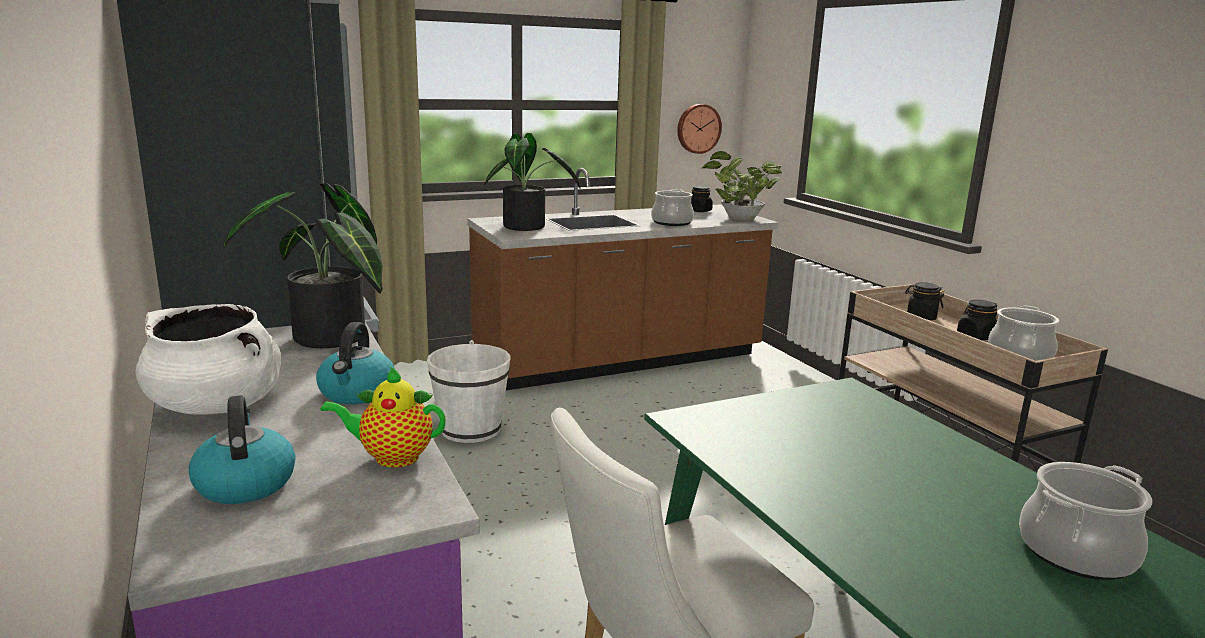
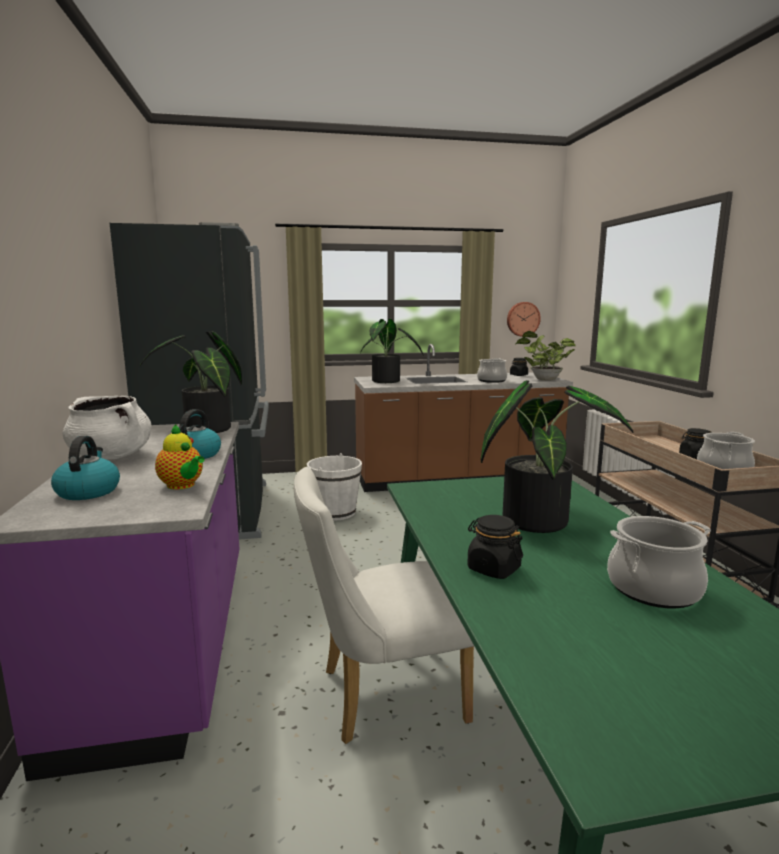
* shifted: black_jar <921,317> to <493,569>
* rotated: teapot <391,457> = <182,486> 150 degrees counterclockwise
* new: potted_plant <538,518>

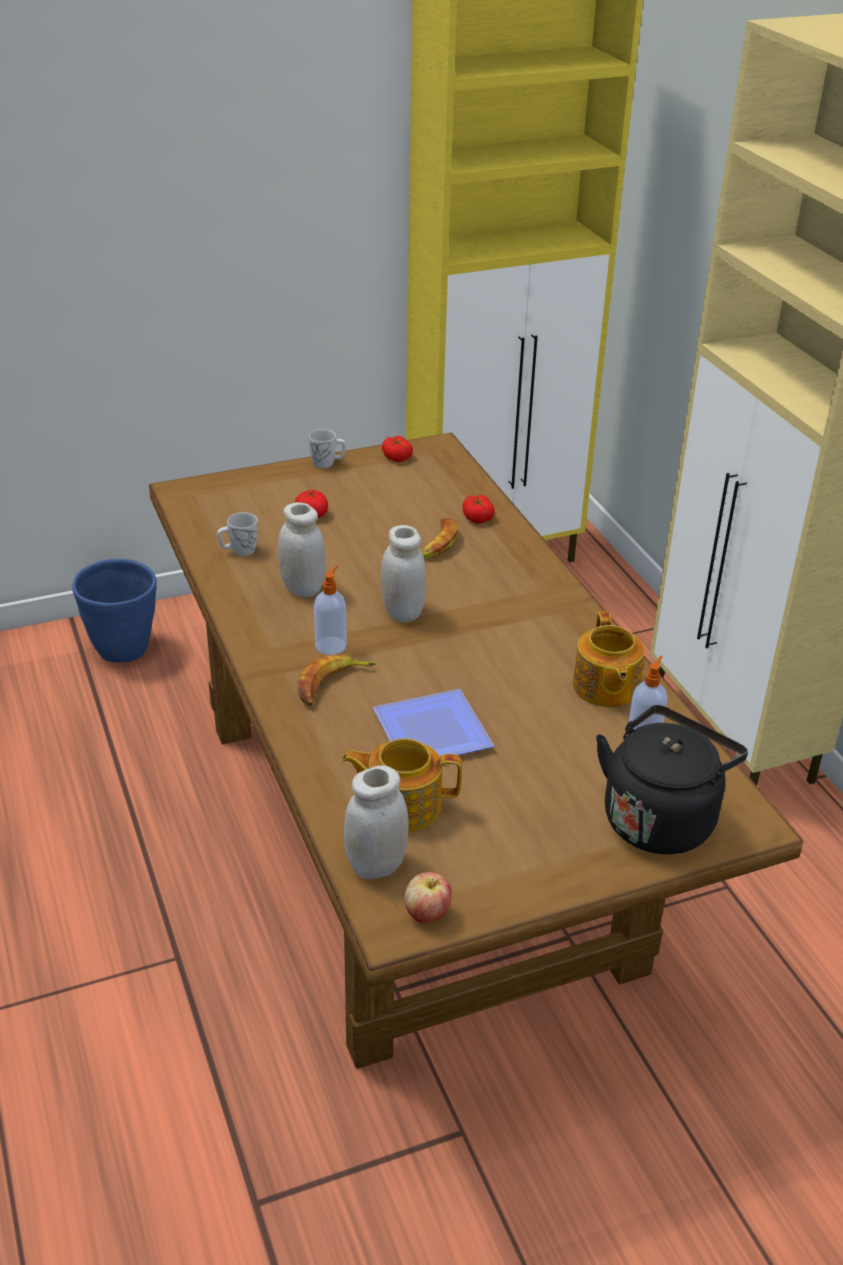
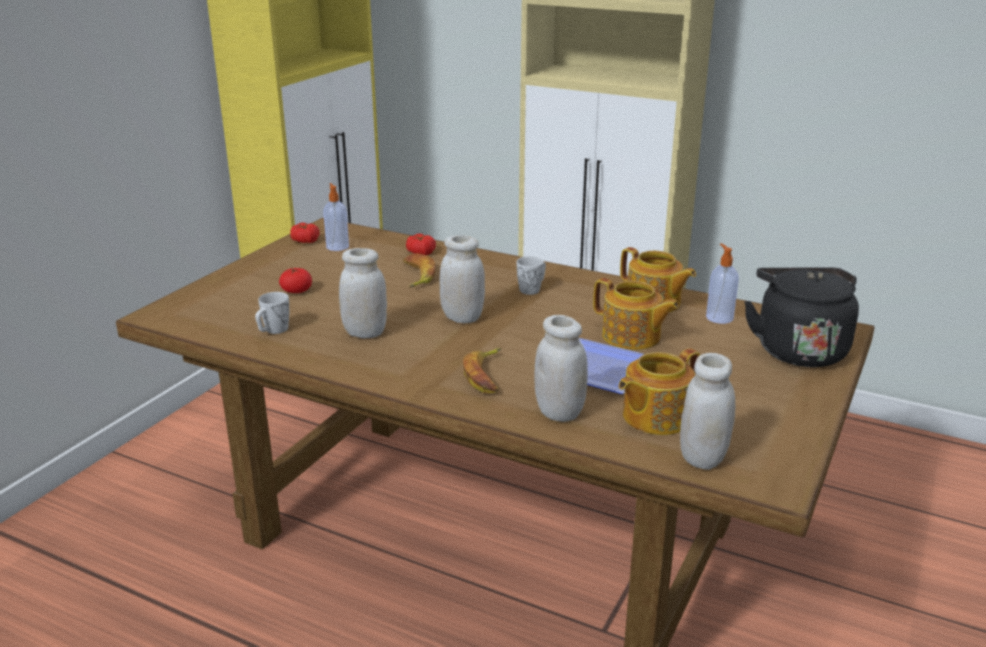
* shifted: white_mug <327,463> to <532,289>
* gone: blue_planter <124,651>
* shifted: soap_dispenser <331,645> to <337,246>
* gone: apple <427,914>
* new: teapot <632,337>
* new: white_jar <559,412>

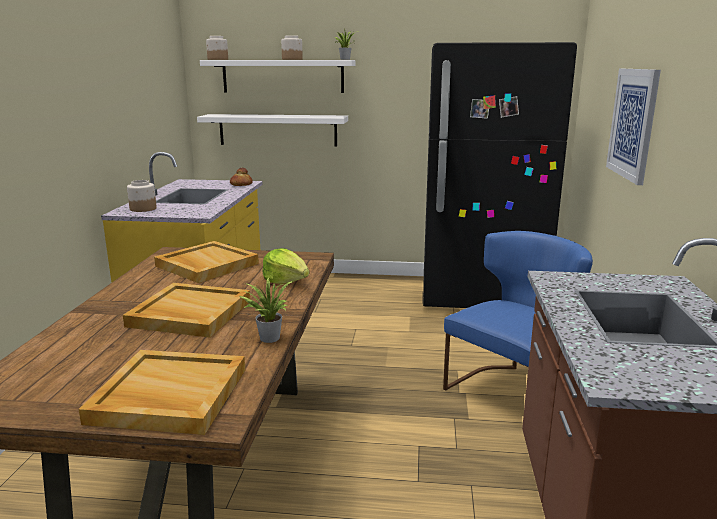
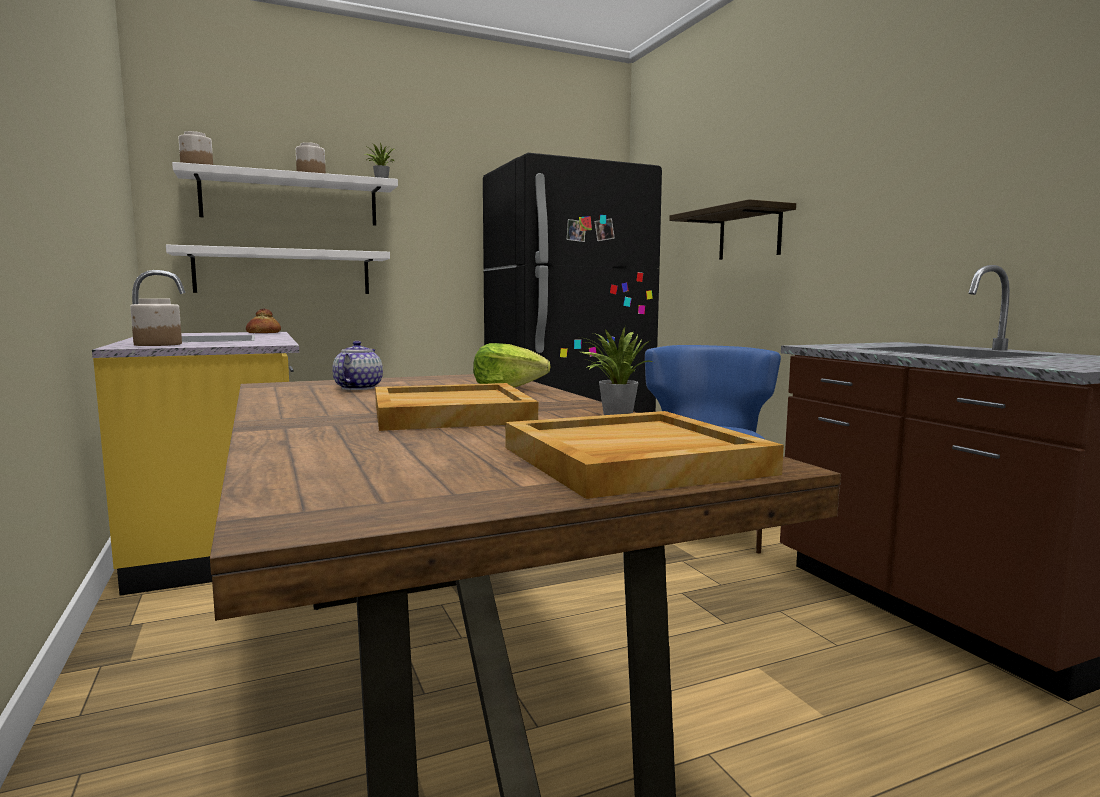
* swapped: picture <633,123> to shelf <749,234>
* swapped: beige_tray <206,265> to teapot <357,388>

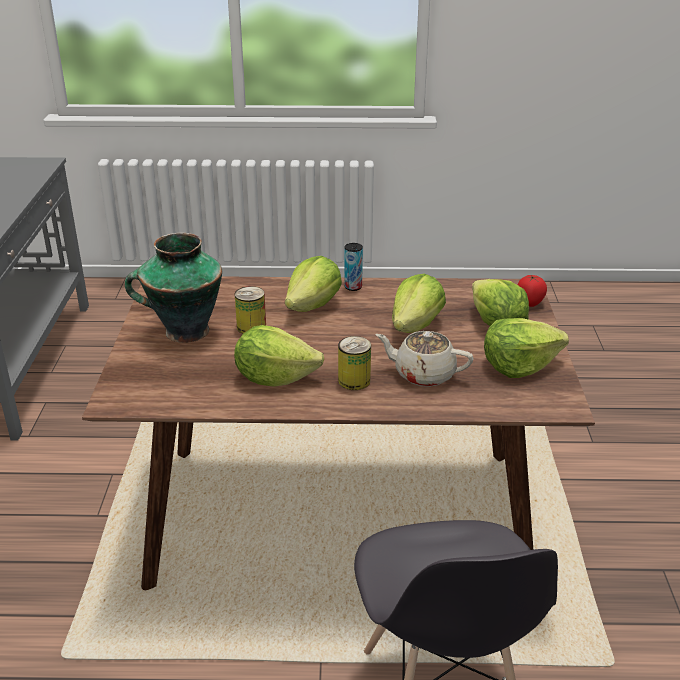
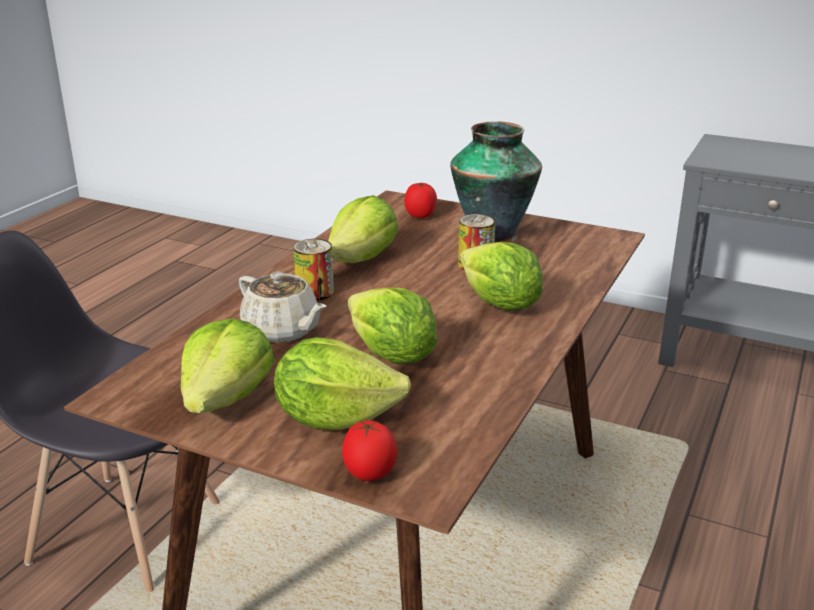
* gone: can <353,287>
* rotated: beige_teapot <423,374> = <282,330> 90 degrees clockwise
* new: tomato <420,215>

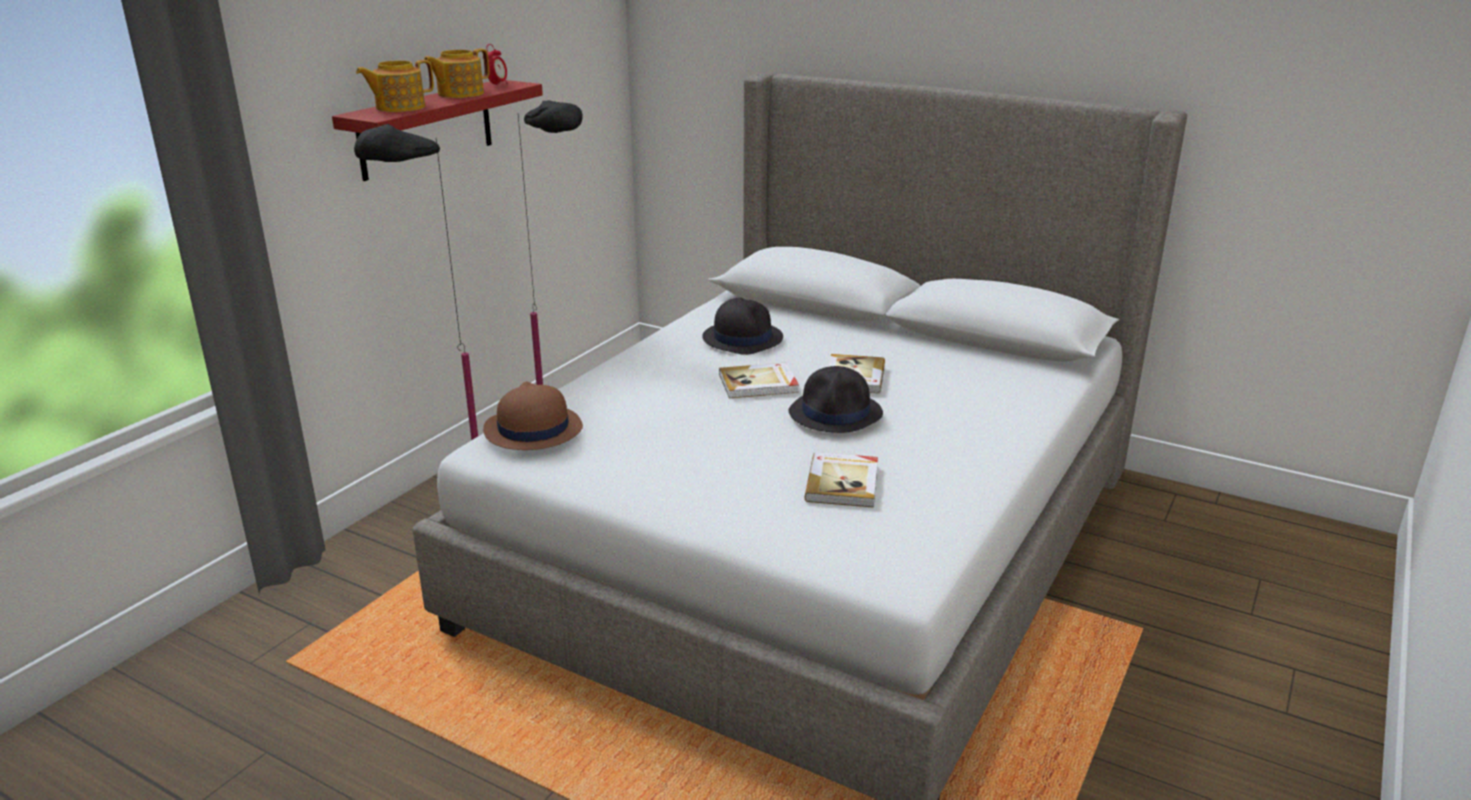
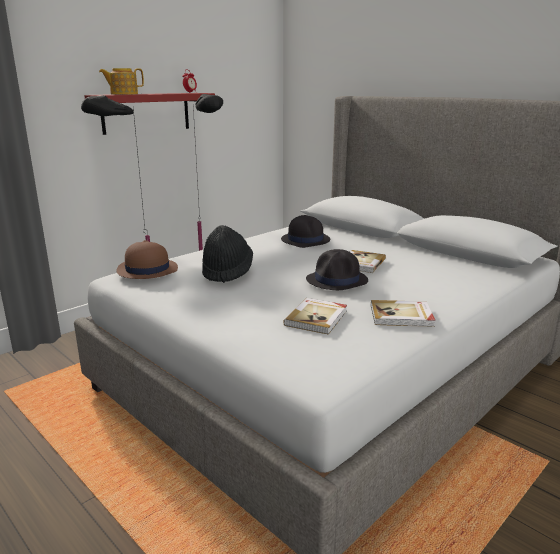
* gone: teapot <459,94>
* shifted: book <759,384> to <401,316>
* new: black_hat <227,272>

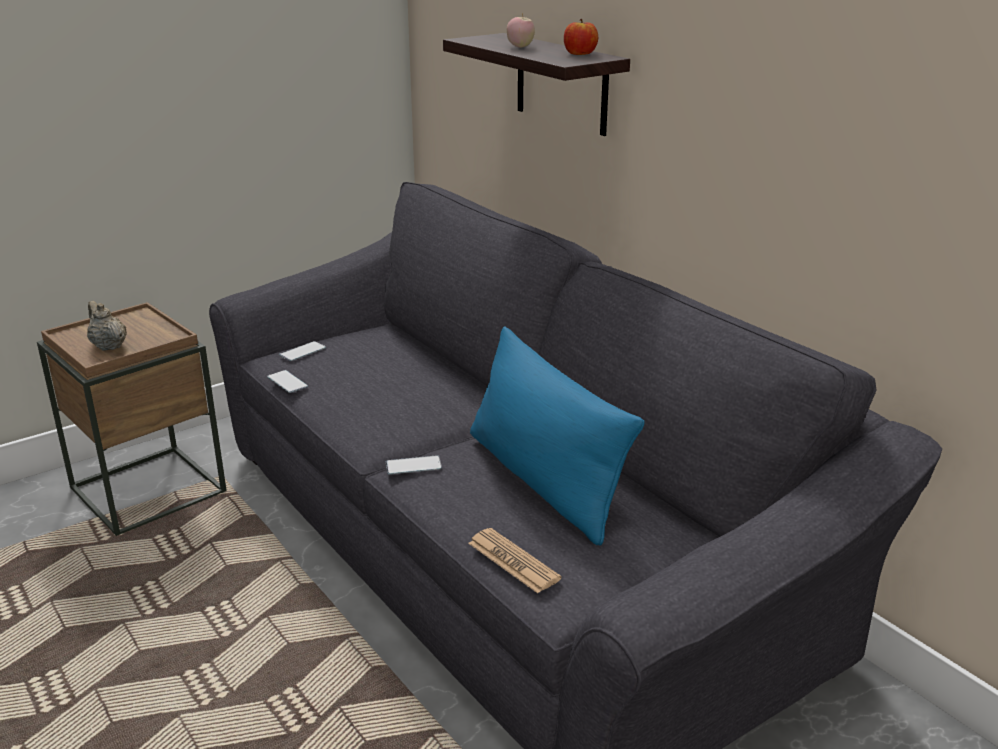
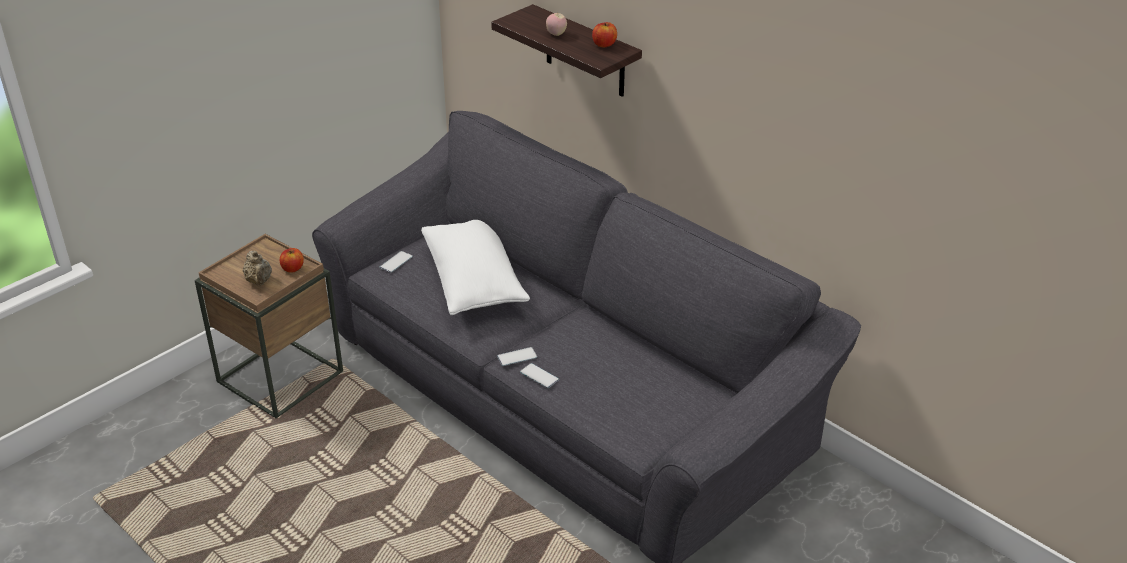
* rotated: beige_teapot <108,346> = <259,281> 150 degrees counterclockwise
* gone: blue_pillow <543,481>
* shifted: phone <287,382> to <539,376>
* gone: newspaper <513,561>
* new: white_pillow <474,281>
* new: apple <292,268>

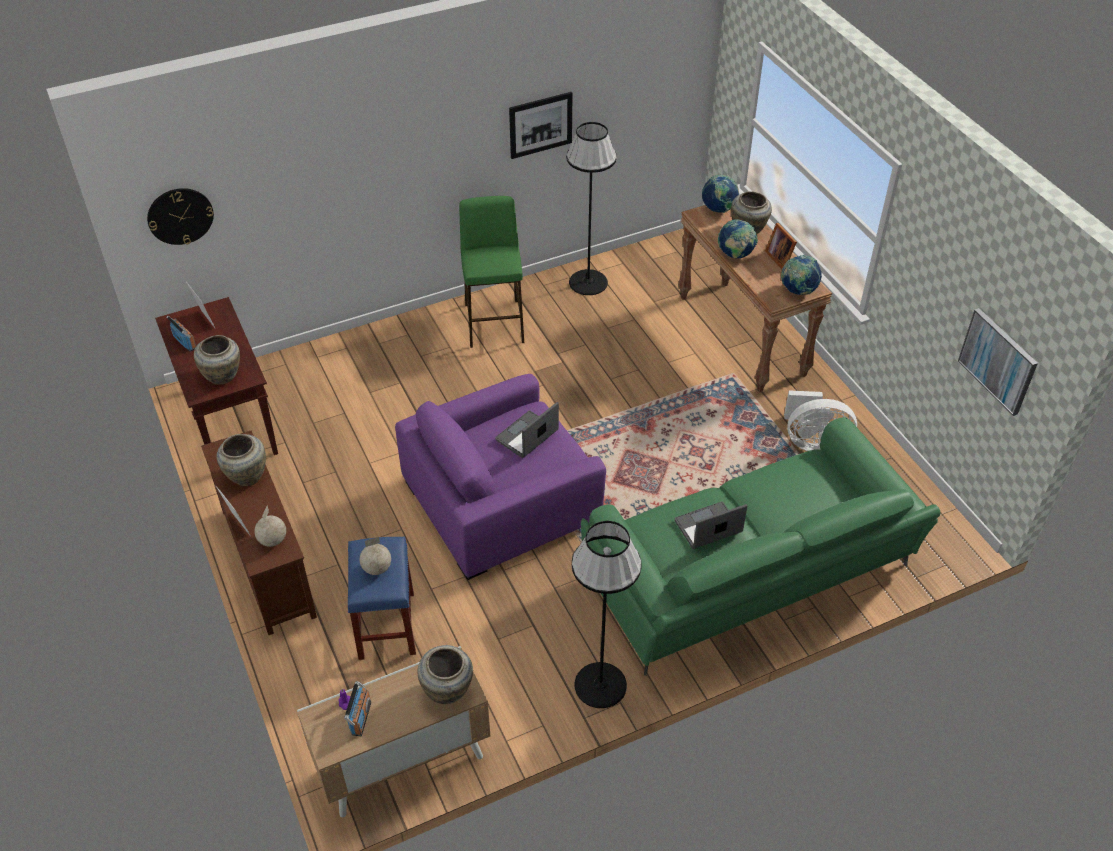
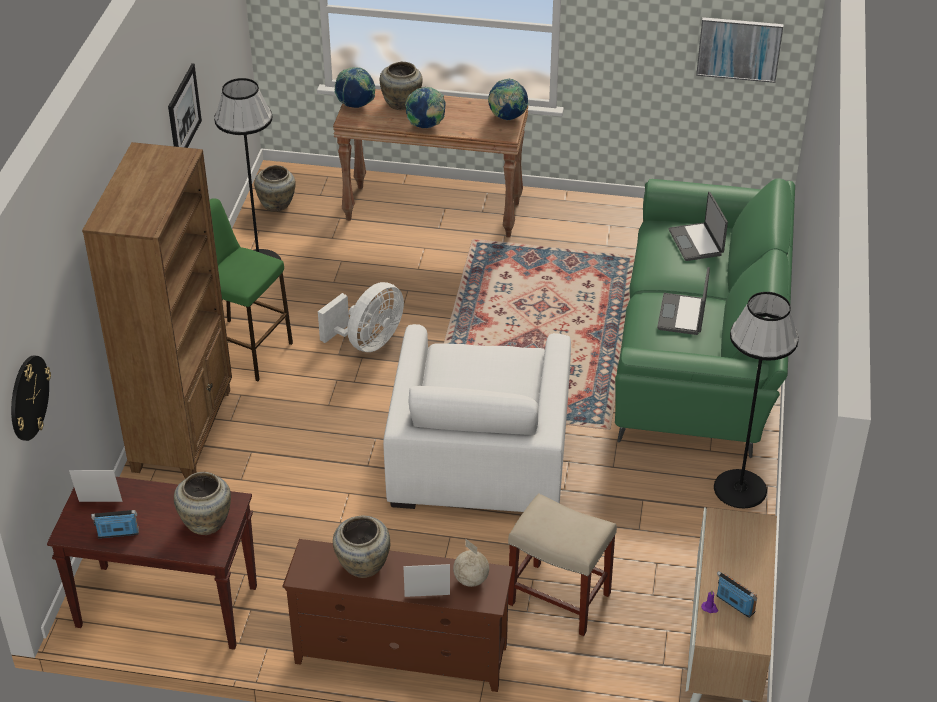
* gone: picture_frame <780,258>
* repainted: purple_armchair <502,500> to white_armchair <479,451>
* shifted: white_fan <813,442> to <368,342>
* shifted: laptop <527,436> to <696,242>
* repainted: blue_stool <386,624> to beige_stool <557,598>
* gone: globe <376,568>
* shifted: beige_vase <448,691> to <277,205>
* new: brown_bookcase <183,429>

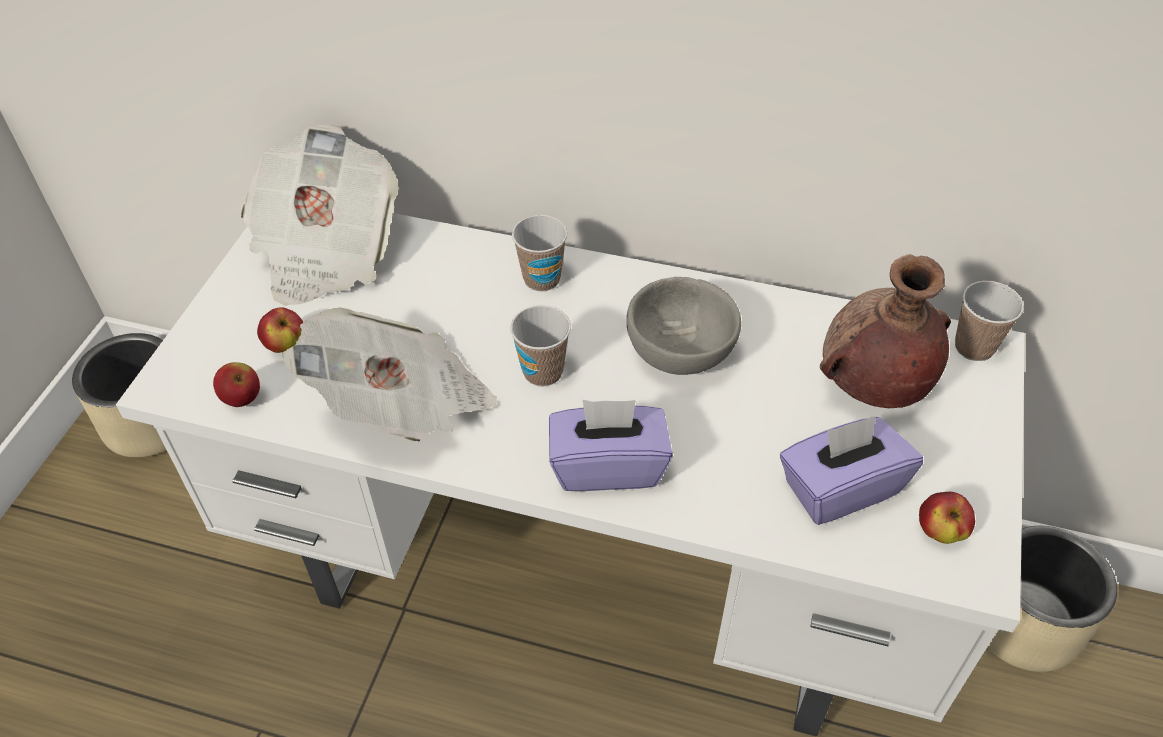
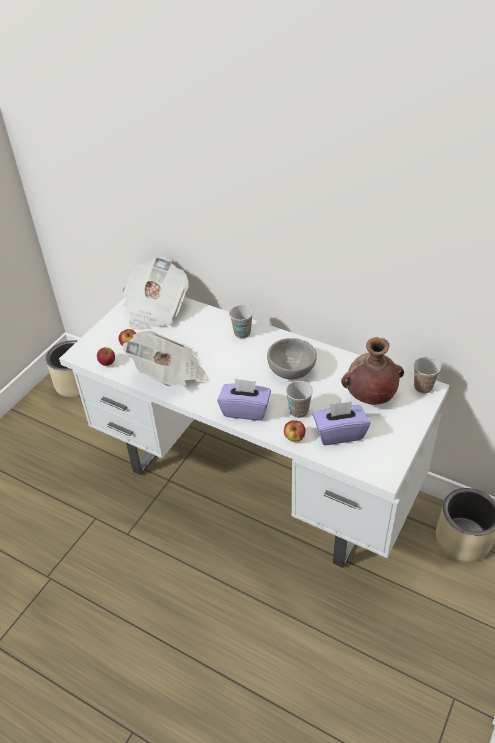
* shifted: cup <543,372> to <299,411>
* shifted: apple <940,531> to <294,438>

